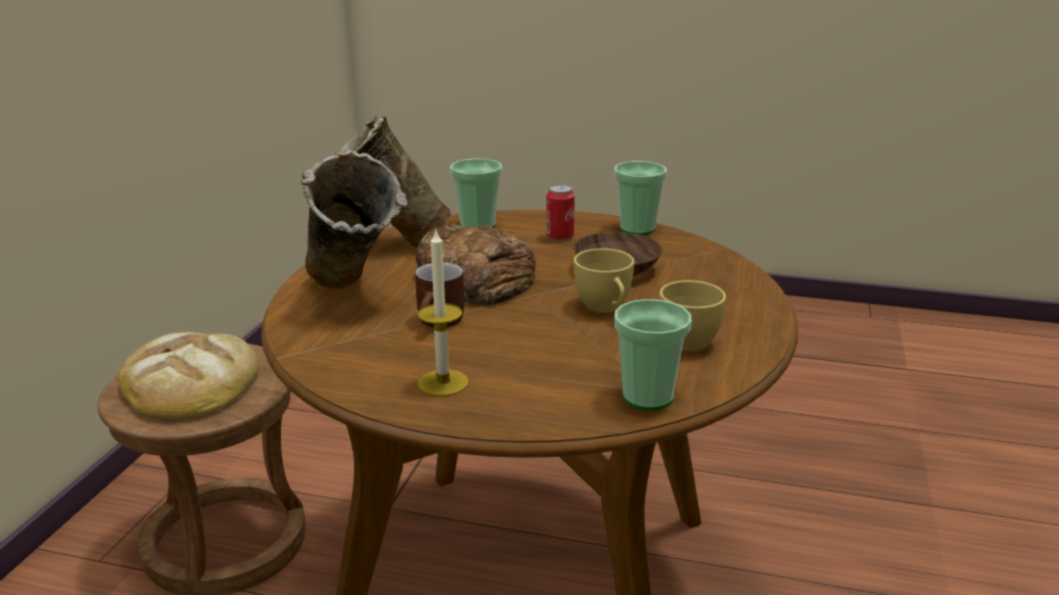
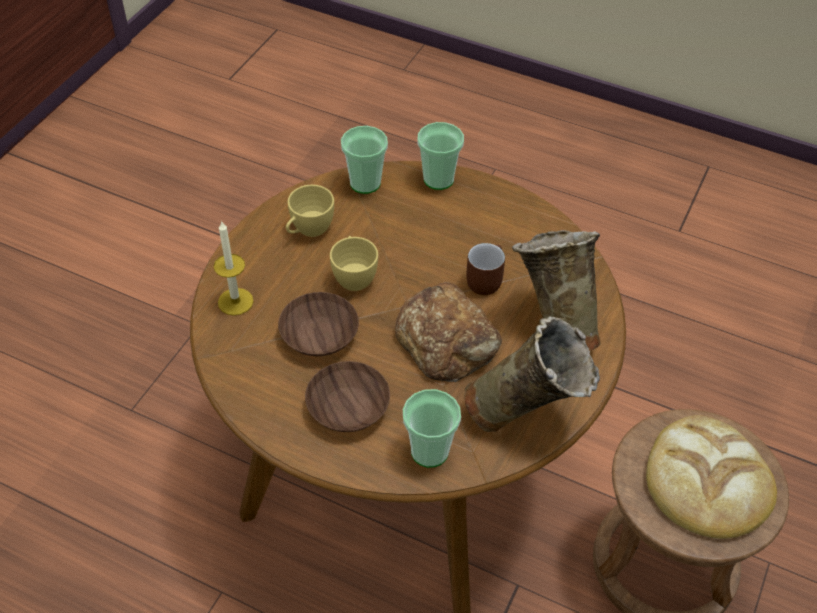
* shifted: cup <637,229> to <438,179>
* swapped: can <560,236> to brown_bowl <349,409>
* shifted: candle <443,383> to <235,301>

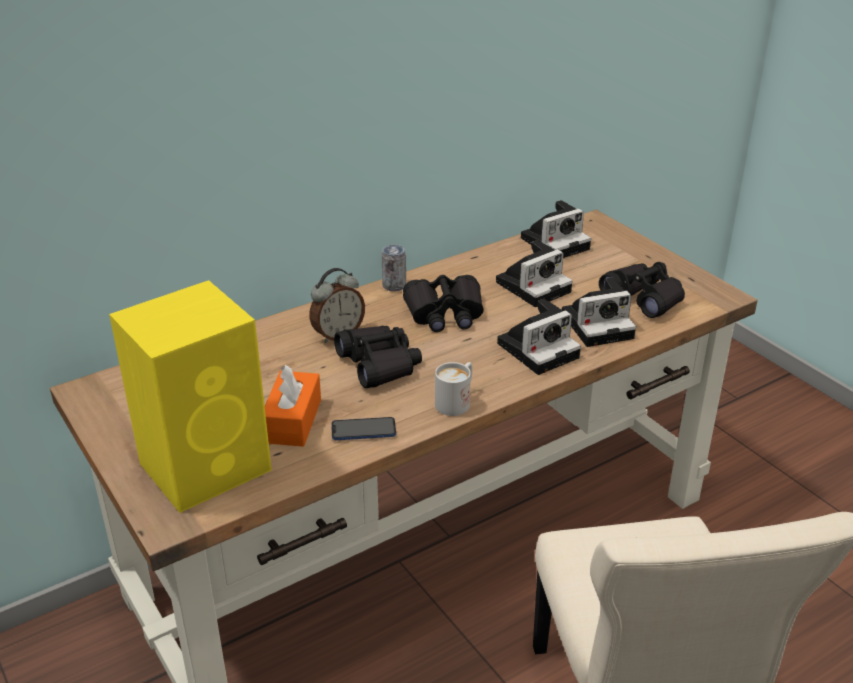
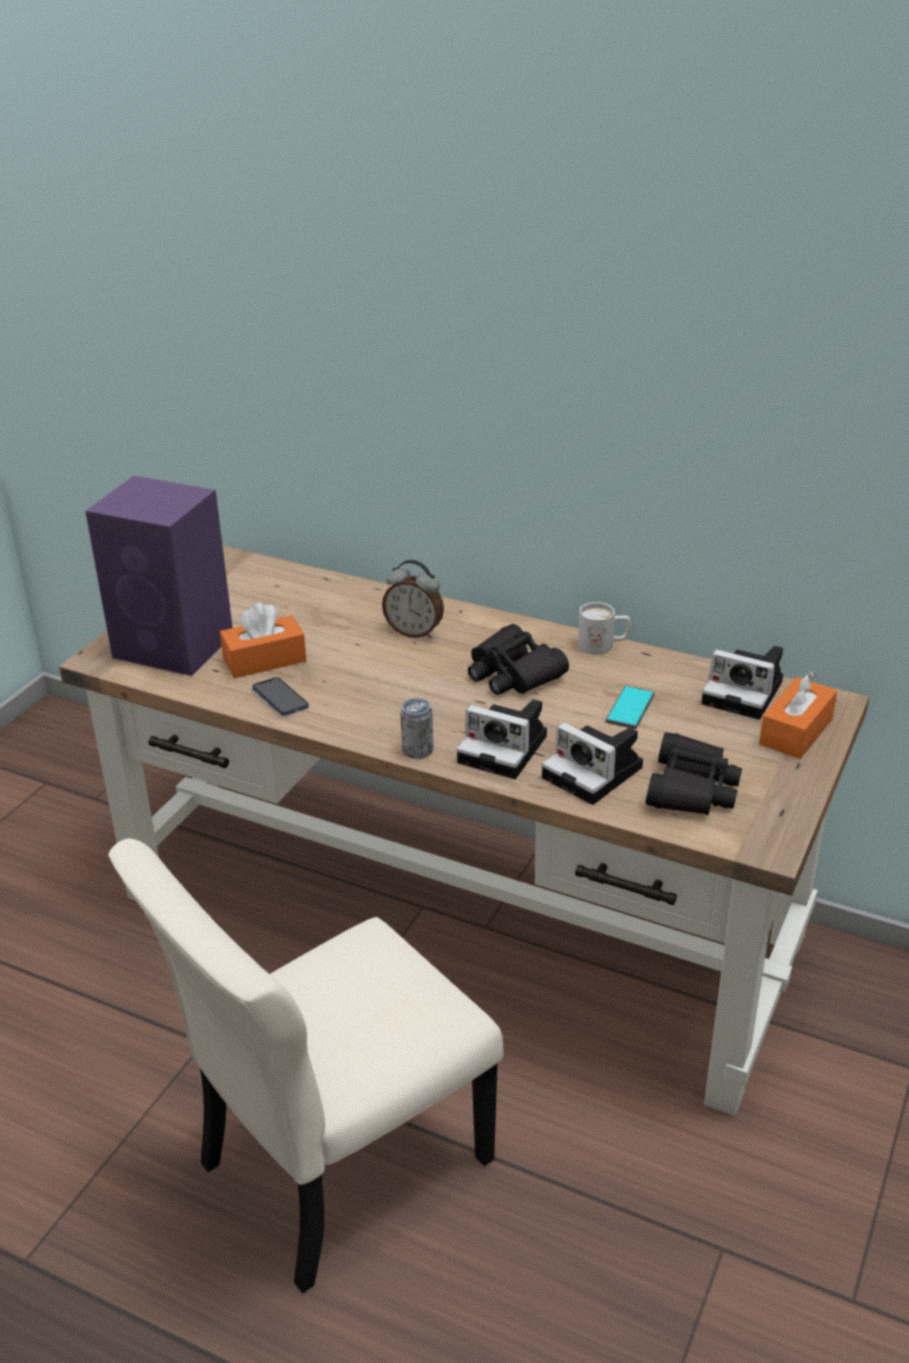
* swapped: photo_camera <534,286> to phone <630,708>
* shifted: can <394,286> to <417,750>
* repainted: yellow_speaker <208,465> to purple_speaker <176,646>
* gone: black_binoculars <379,364>
* shifted: white_mug <456,401> to <603,646>
* new: orange_tissue_box <796,732>

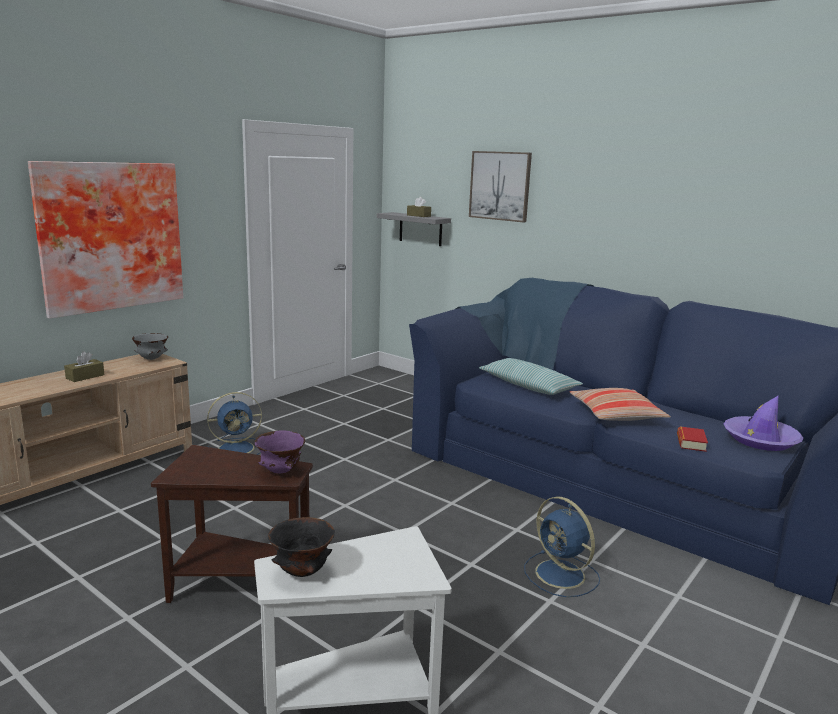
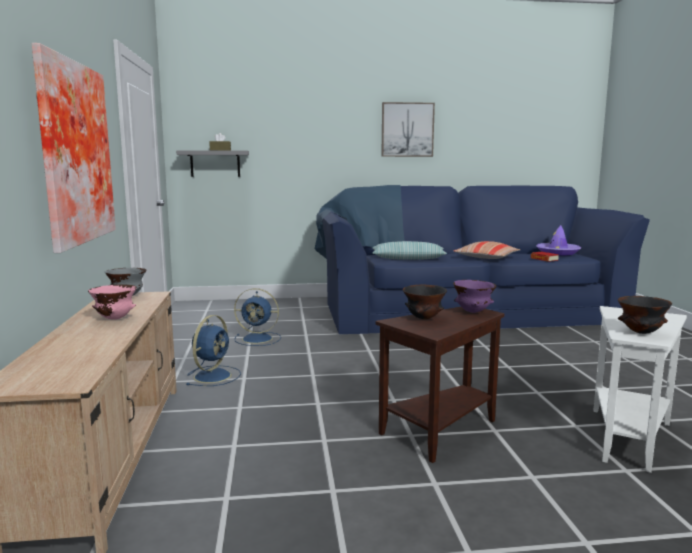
* shifted: picture <500,186> to <407,129>
* swapped: brown_tissue_box <85,376> to pink_bowl <115,318>
* shifted: blue_fan <562,575> to <258,339>
* new: black_bowl <424,319>

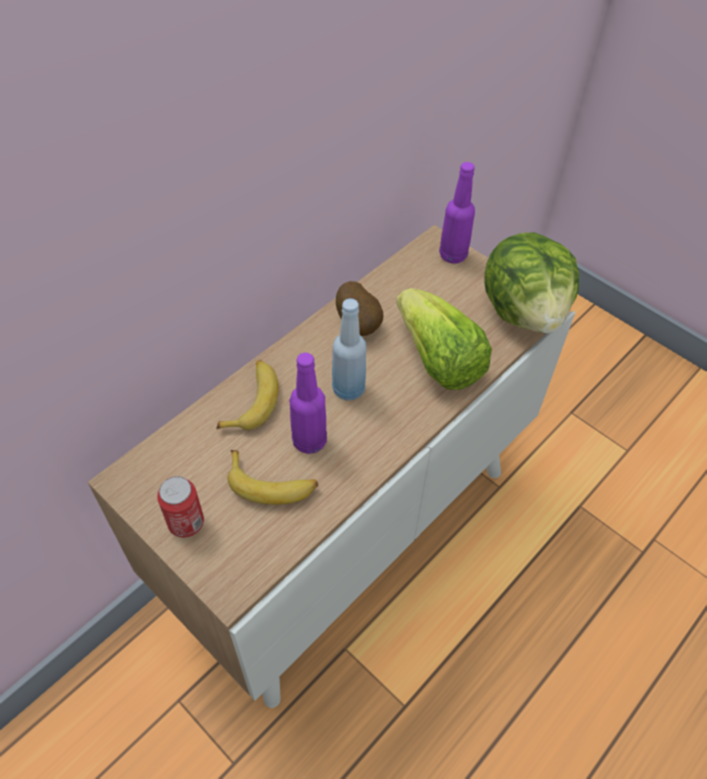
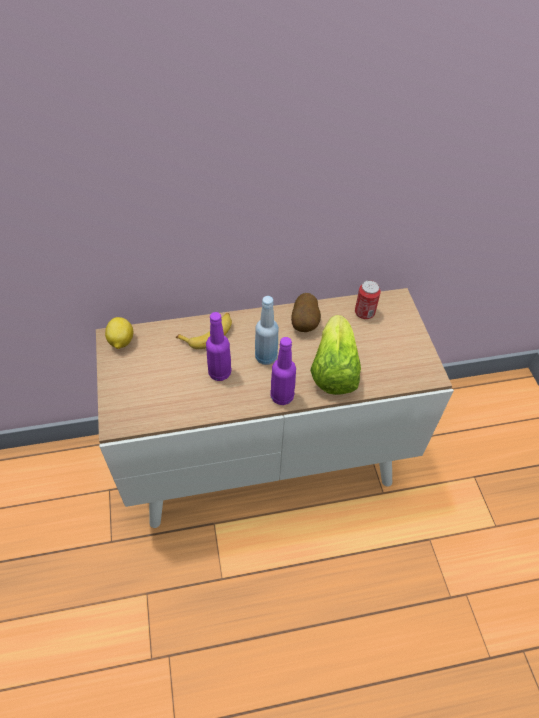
* shifted: purple_bottle <453,255> to <282,396>
* gone: lettuce <525,311>
* gone: banana <272,484>
* shifted: can <186,523> to <364,313>
* new: lemon <121,342>

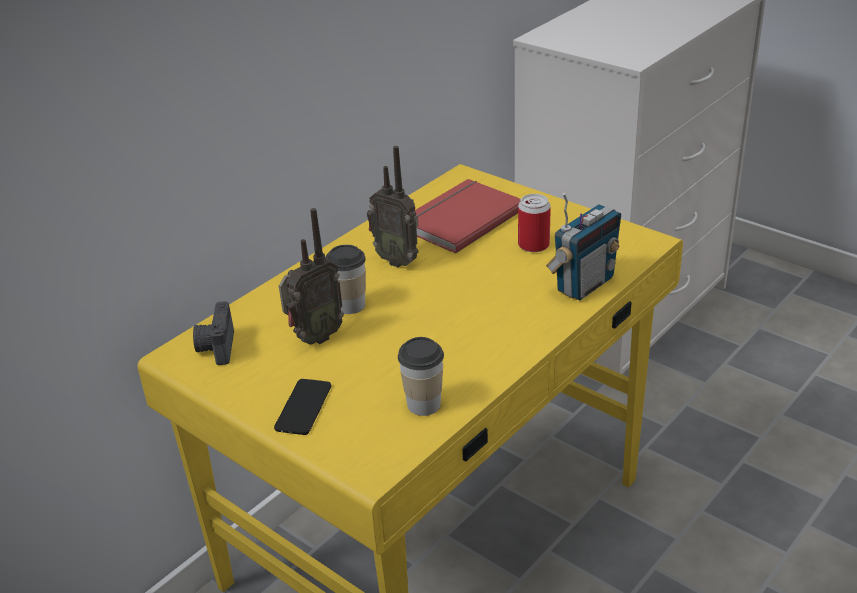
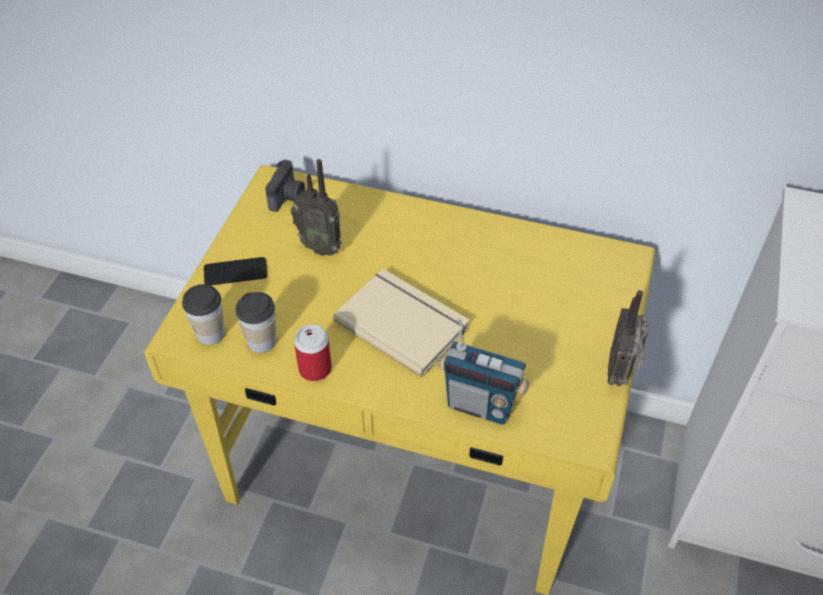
* shifted: radio <398,260> to <620,373>
* gone: red_book <459,219>
* shifted: can <533,245> to <315,369>
* shifted: cup <350,305> to <210,334>
* rotated: photo_camera <216,347> = <288,197> 135 degrees clockwise
* new: beige_book <403,322>

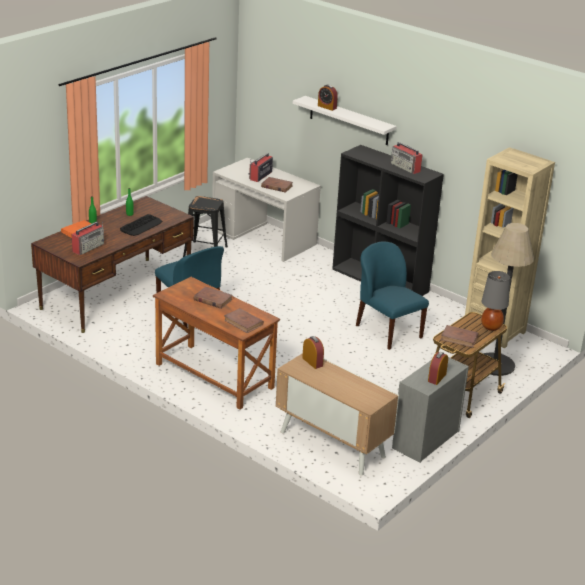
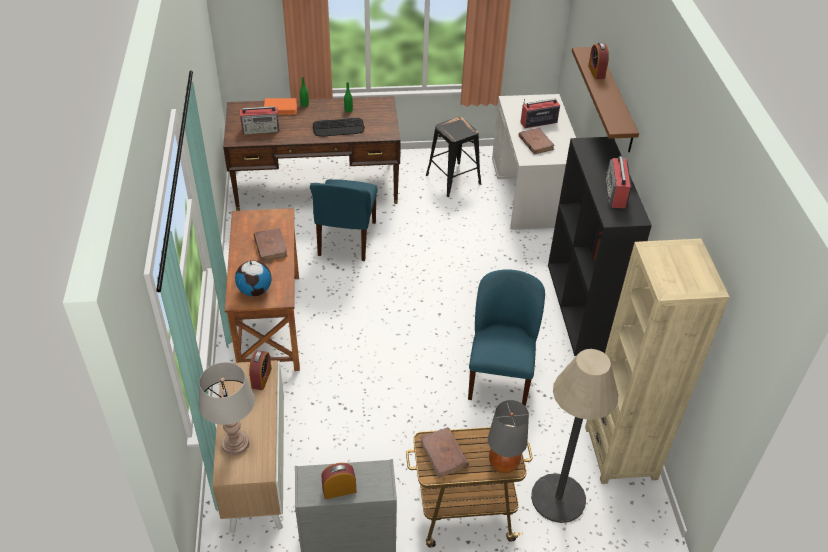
* repainted: white_shelf <349,120> to brown_shelf <614,100>
* swapped: brown_book <243,322> to globe <255,290>
* new: grey_table_lamp <235,444>

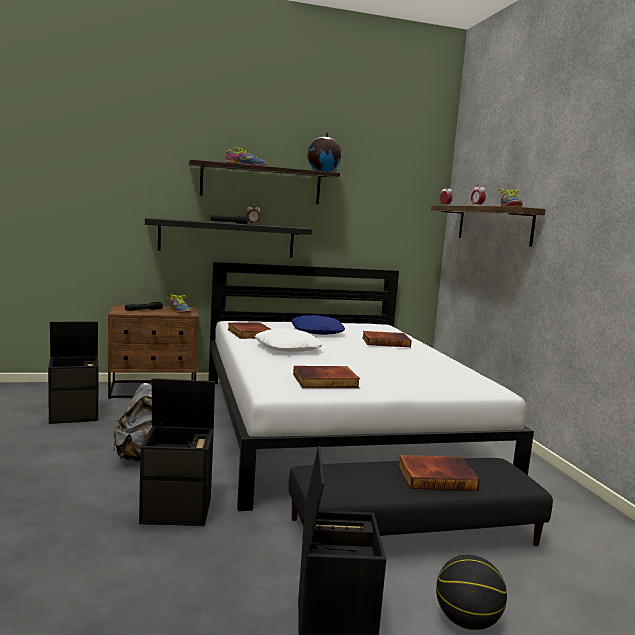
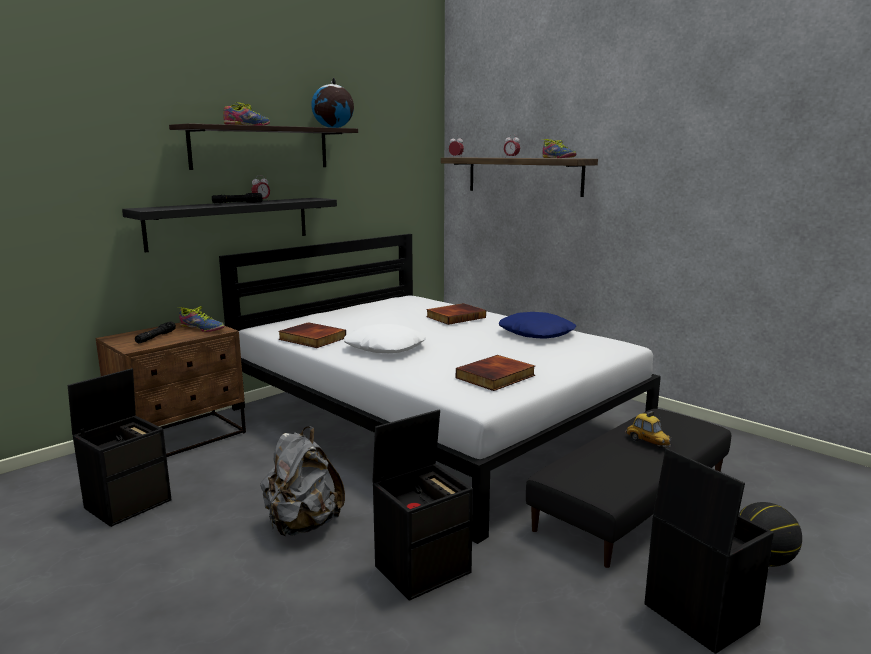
* shifted: blue_pillow <317,331> to <537,333>
* swapped: book <436,476> to toy_car <647,442>

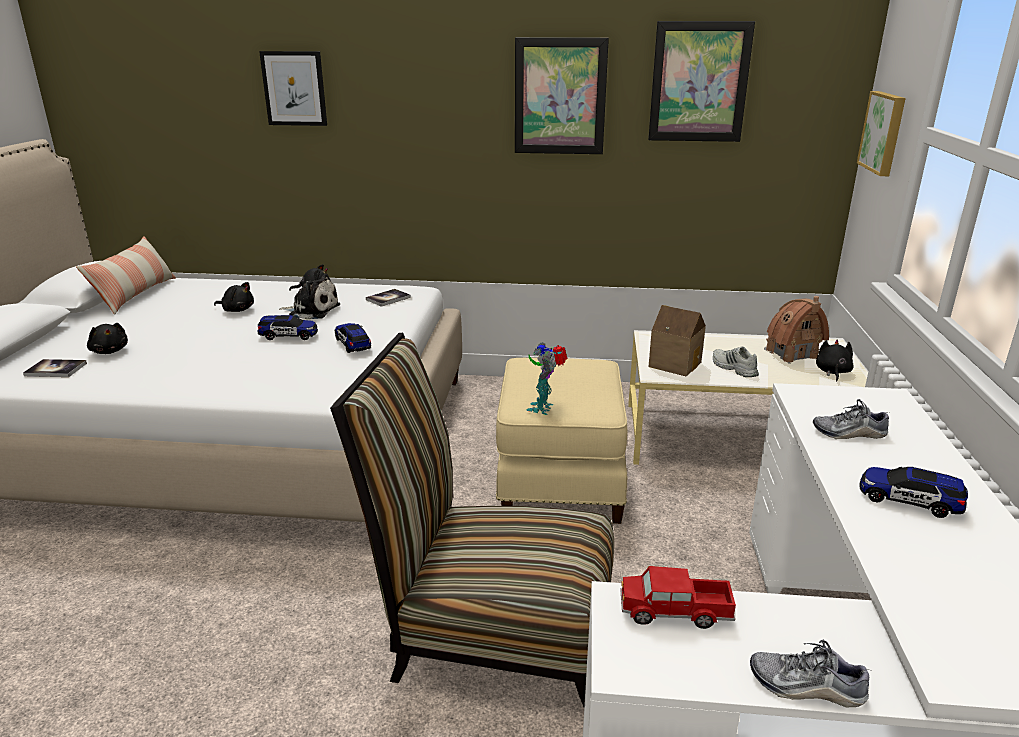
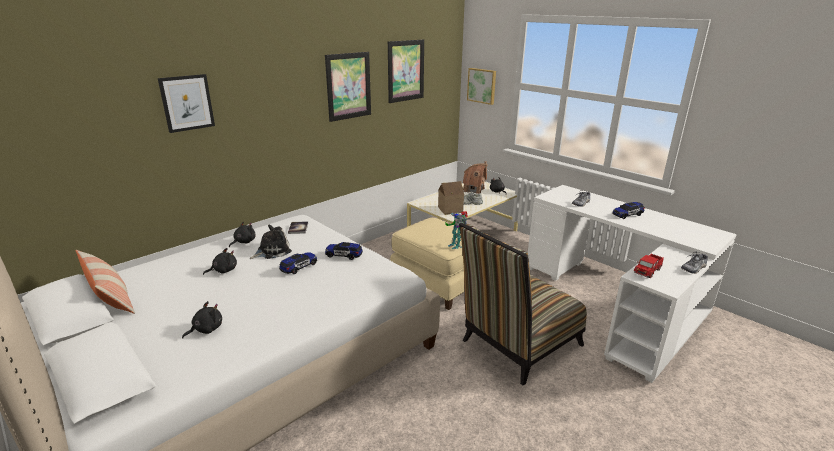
* rotated: black_plush_toy <110,351> = <206,329> 45 degrees counterclockwise
* gone: book <56,369>

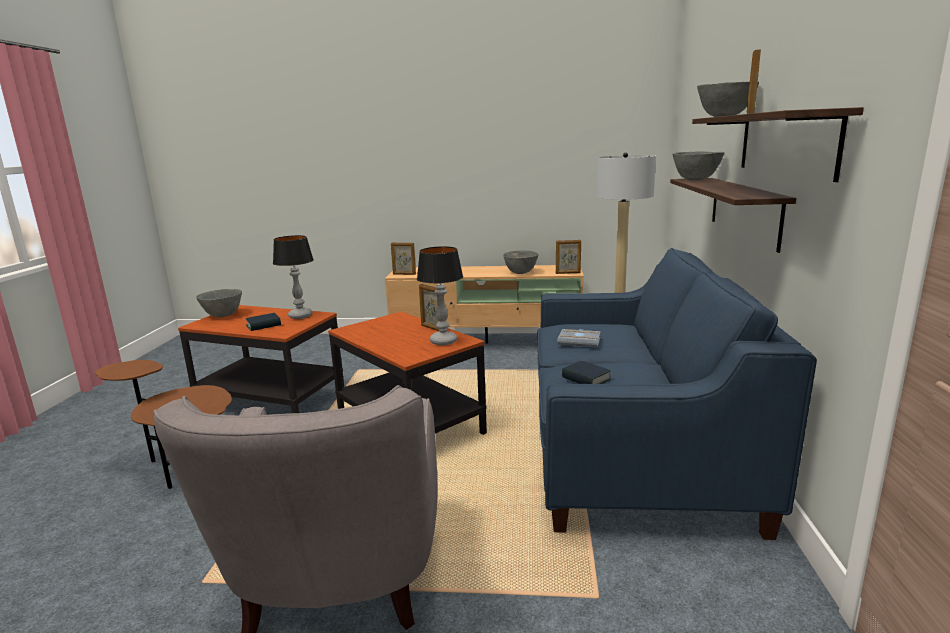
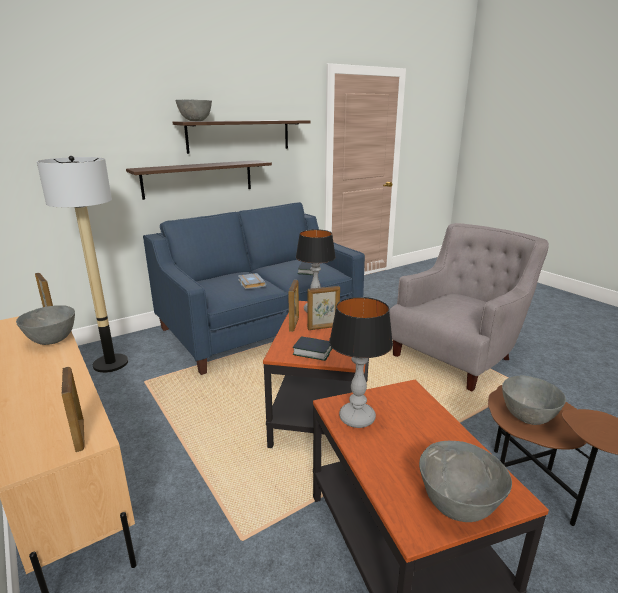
* shifted: picture_frame <750,114> to <323,328>
* shifted: grey_bowl <695,179> to <528,417>
* shifted: book <263,325> to <312,352>

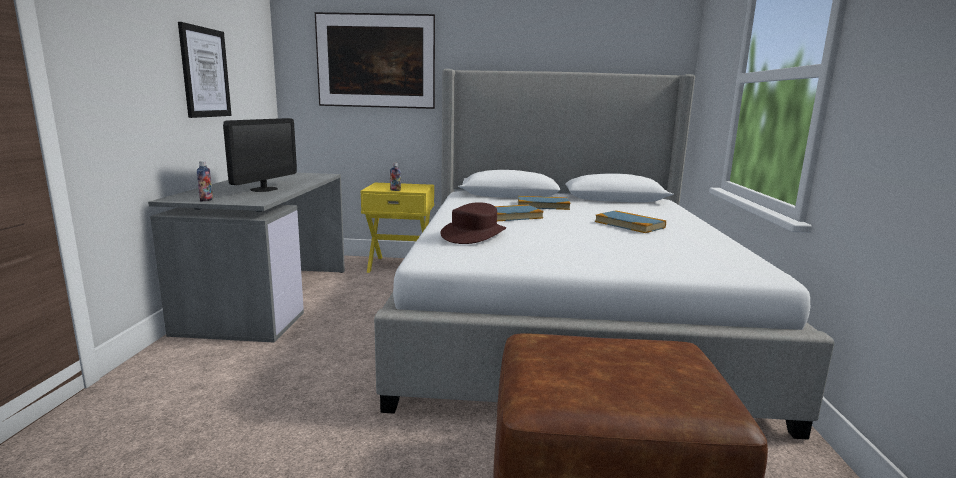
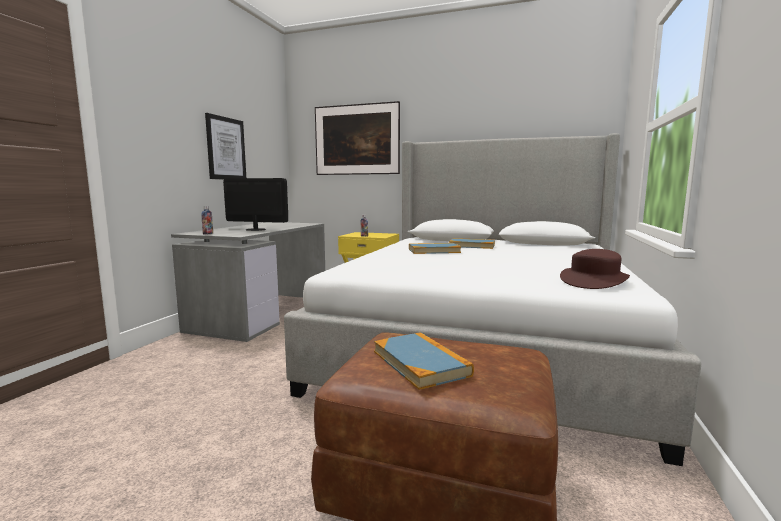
* rotated: monitor <264,189> = <255,229> 105 degrees counterclockwise
* shifted: brown_hat <474,234> to <594,280>
* shifted: book <629,224> to <420,363>

